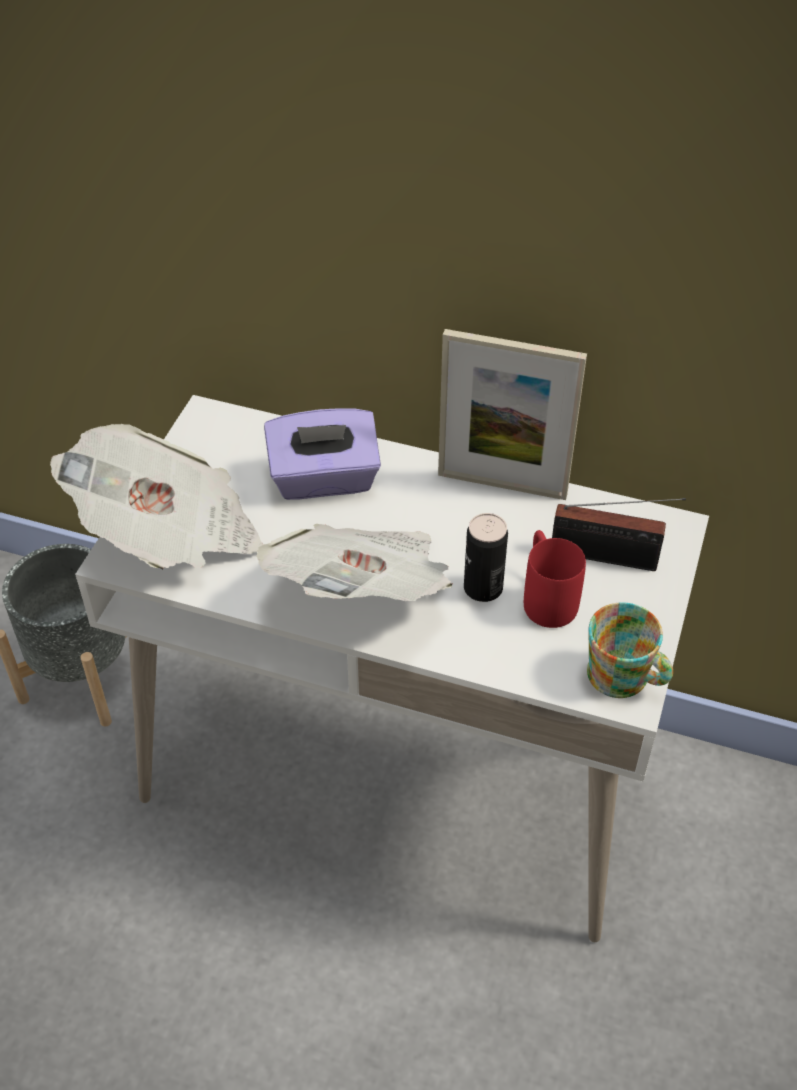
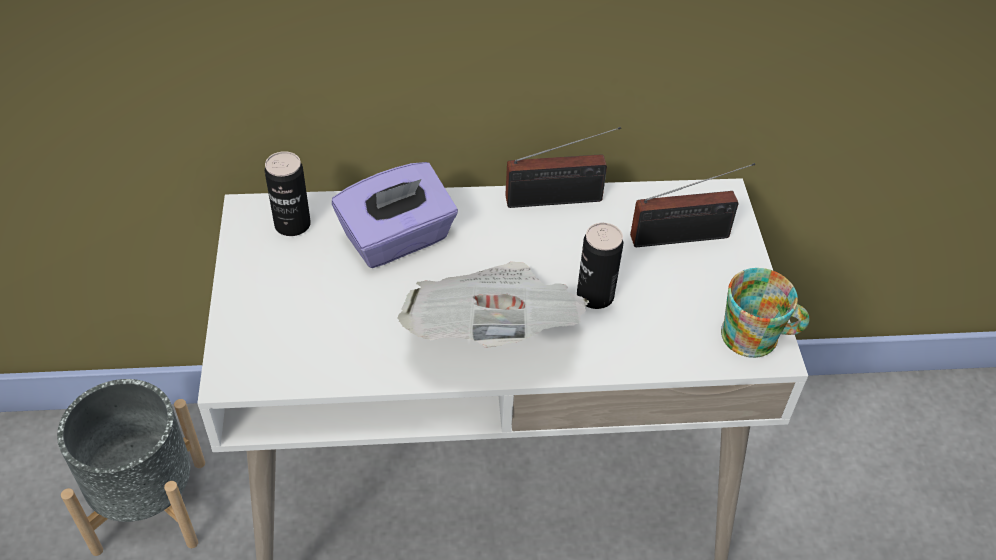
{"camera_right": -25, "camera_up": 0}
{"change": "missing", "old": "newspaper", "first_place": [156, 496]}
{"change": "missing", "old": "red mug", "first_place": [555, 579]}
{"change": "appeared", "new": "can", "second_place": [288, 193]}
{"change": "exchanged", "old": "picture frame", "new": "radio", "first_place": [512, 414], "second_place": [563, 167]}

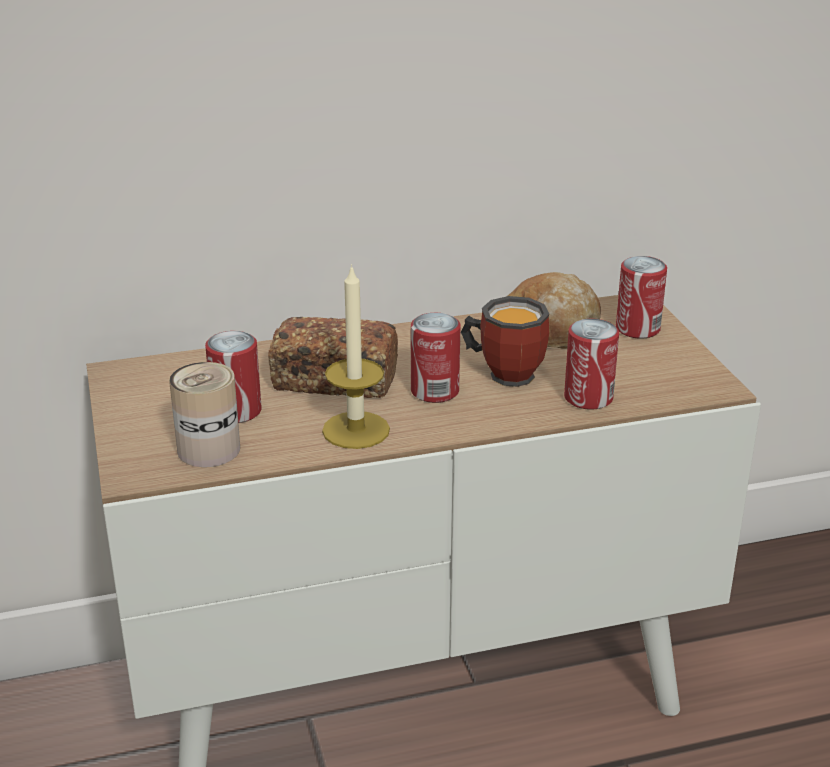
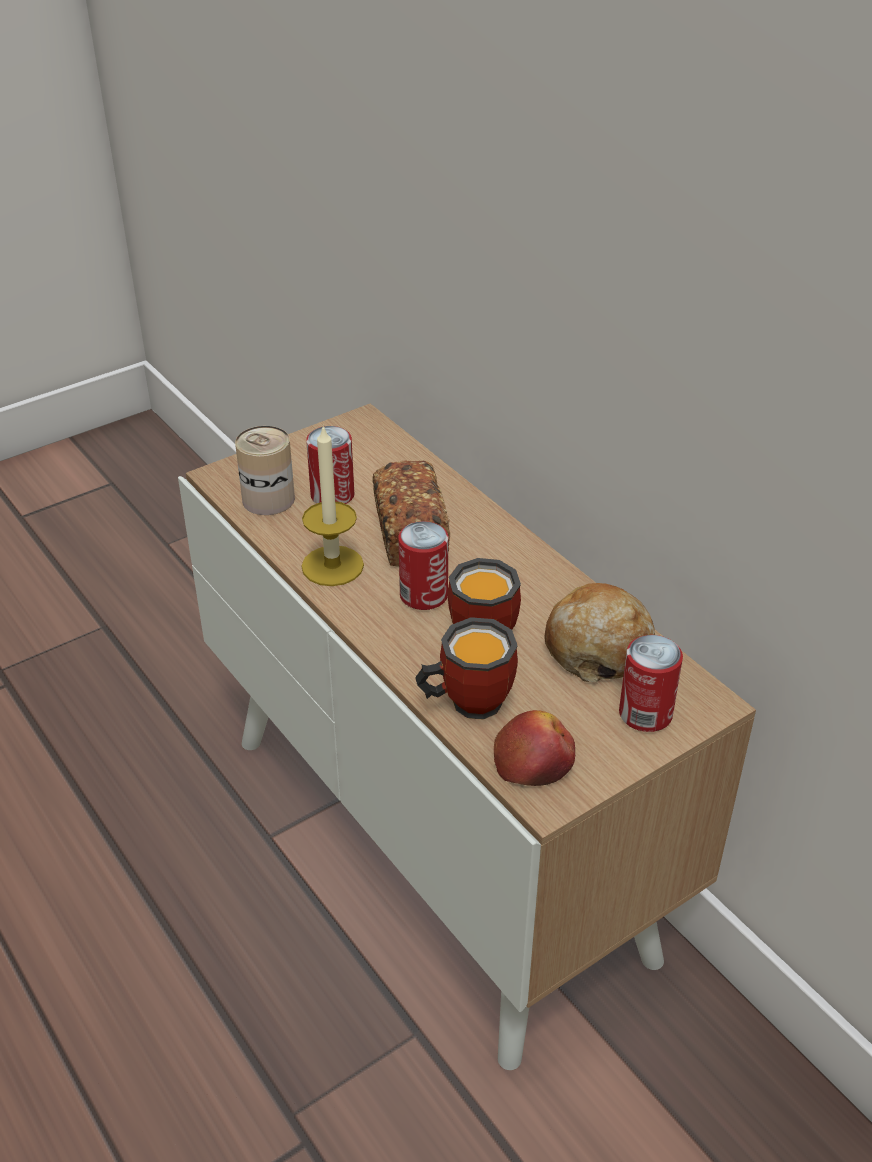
{"camera_right": 70, "camera_up": 10}
{"change": "appeared", "new": "apple", "second_place": [534, 748]}
{"change": "exchanged", "old": "can", "new": "mug", "first_place": [591, 364], "second_place": [466, 668]}

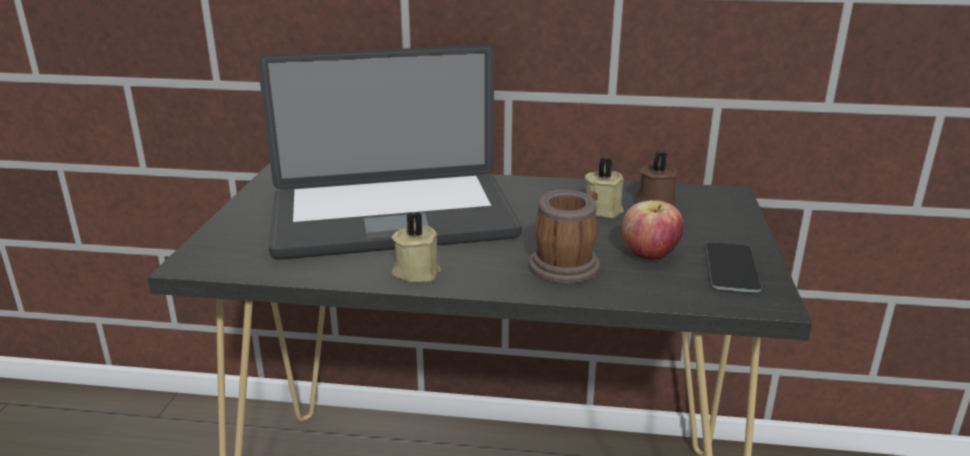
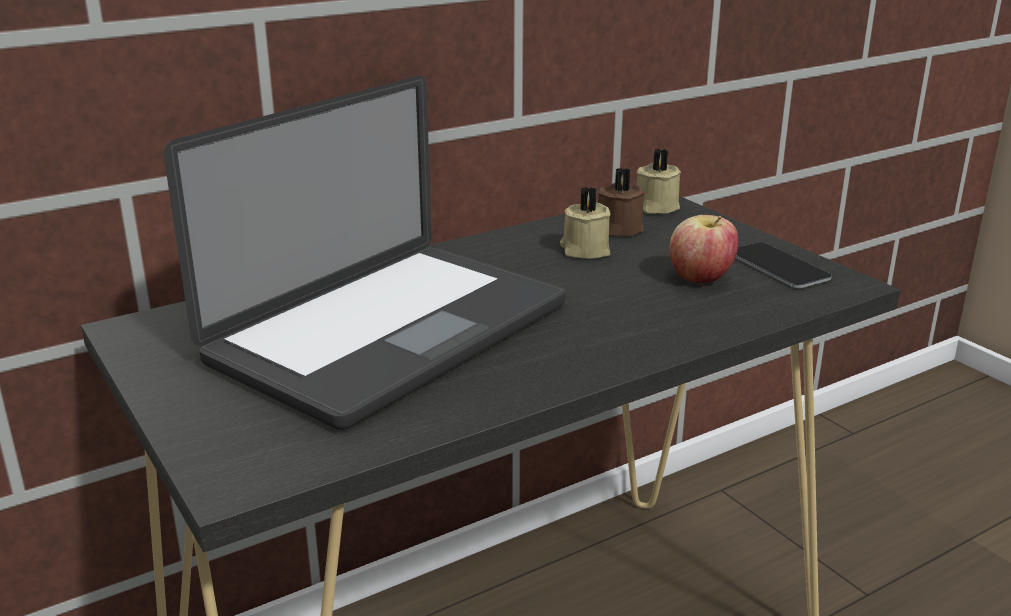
{"camera_right": -40, "camera_up": 0}
{"change": "missing", "old": "mug", "first_place": [564, 237]}
{"change": "relocated", "old": "beige candle", "first_place": [416, 247], "second_place": [659, 181]}

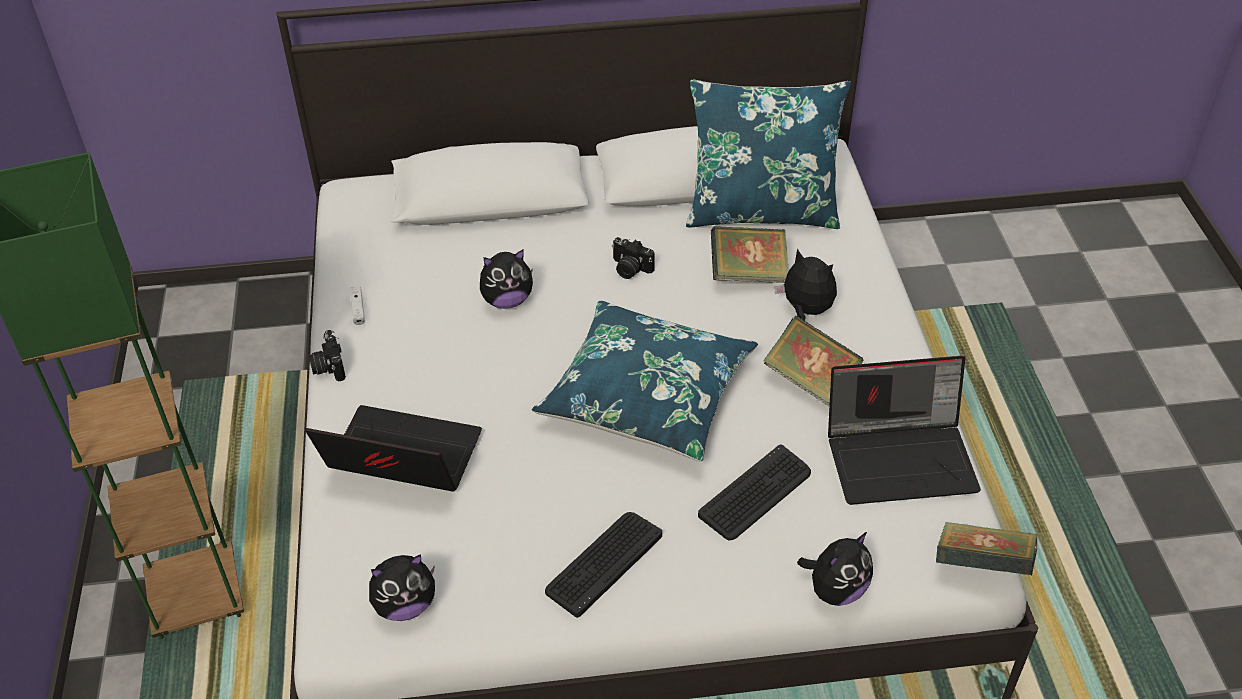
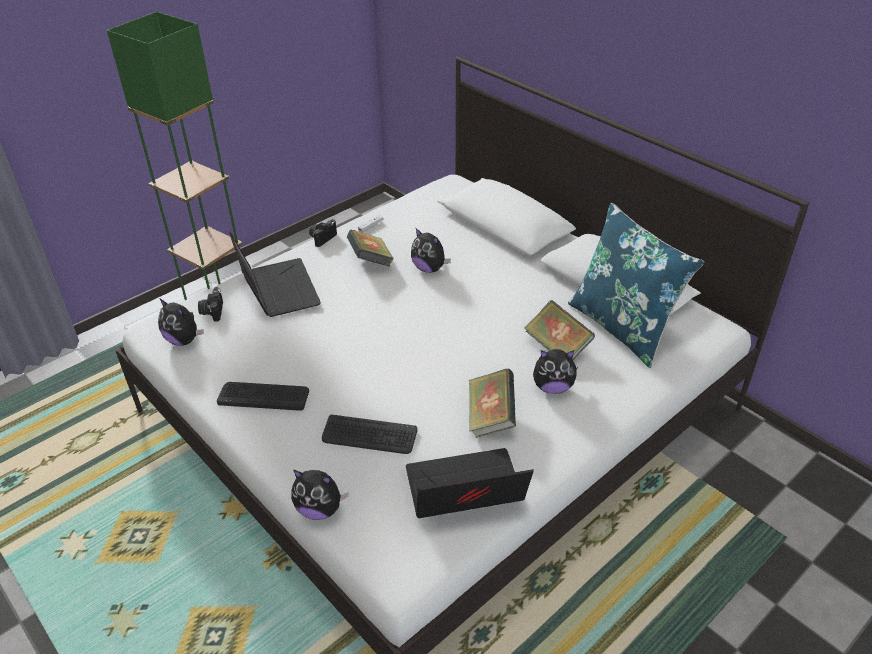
{"camera_right": 55, "camera_up": -5}
{"change": "missing", "old": "blue pillow", "first_place": [645, 381]}
{"change": "relocated", "old": "photo camera", "first_place": [633, 258], "second_place": [210, 304]}
{"change": "relocated", "old": "book", "first_place": [986, 549], "second_place": [370, 248]}
{"change": "spun", "old": "plush toy", "first_place": [805, 285], "second_place": [555, 371], "degrees": 90}
{"change": "spun", "old": "laptop", "first_place": [904, 430], "second_place": [470, 483], "degrees": 120}

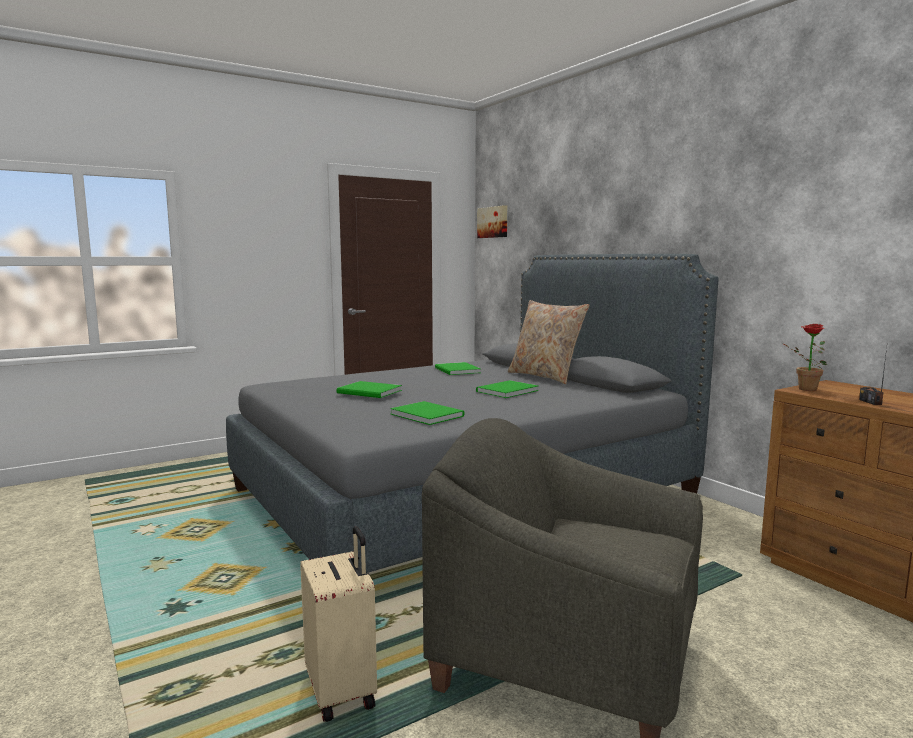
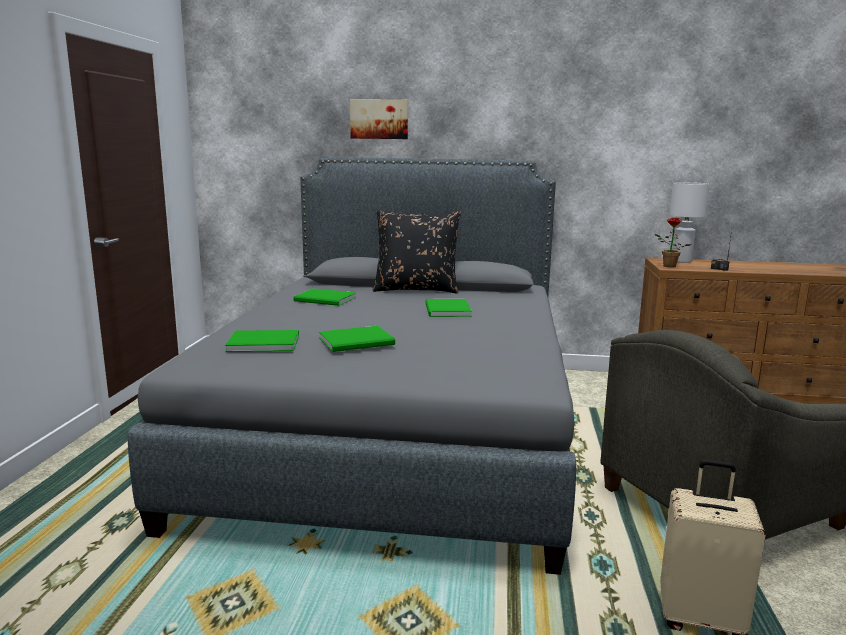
{"camera_right": -50, "camera_up": 5}
{"change": "appeared", "new": "white table lamp", "second_place": [689, 222]}
{"change": "relocated", "old": "green book", "first_place": [427, 413], "second_place": [262, 341]}
{"change": "relocated", "old": "picture", "first_place": [492, 221], "second_place": [379, 119]}
{"change": "colour", "old": "beige pillow", "new": "black pillow", "first_place": [549, 342], "second_place": [417, 252]}

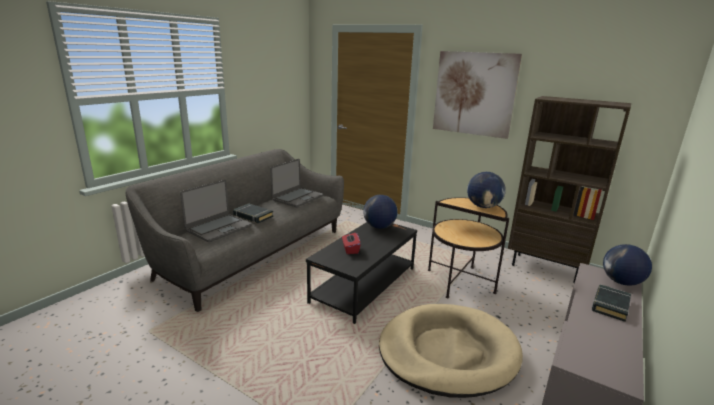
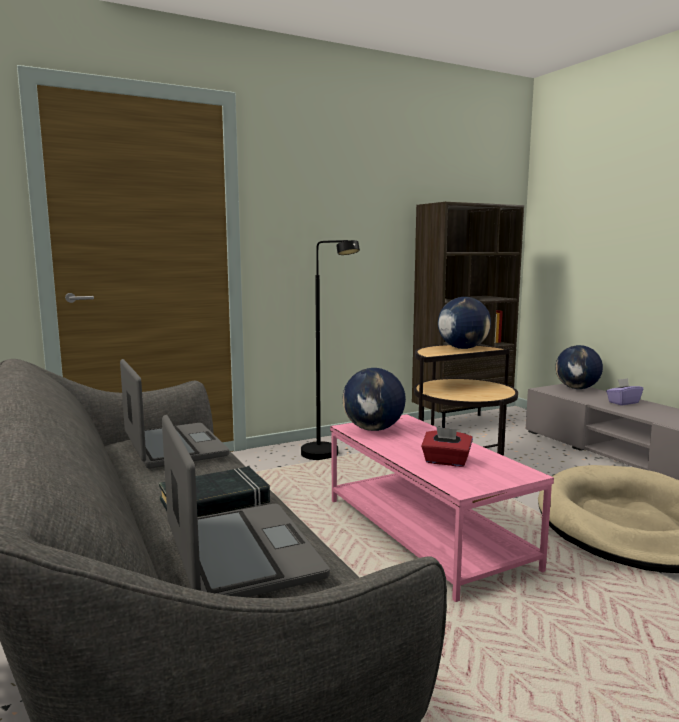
{"camera_right": -60, "camera_up": -10}
{"change": "missing", "old": "picture", "first_place": [477, 95]}
{"change": "appeared", "new": "black floor lamp", "second_place": [330, 350]}
{"change": "exchanged", "old": "black book", "new": "purple tissue box", "first_place": [611, 303], "second_place": [624, 391]}
{"change": "colour", "old": "black coffee table", "new": "pink coffee table", "first_place": [361, 273], "second_place": [442, 508]}

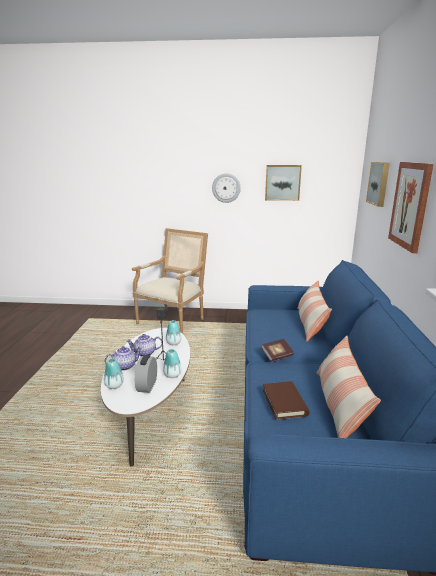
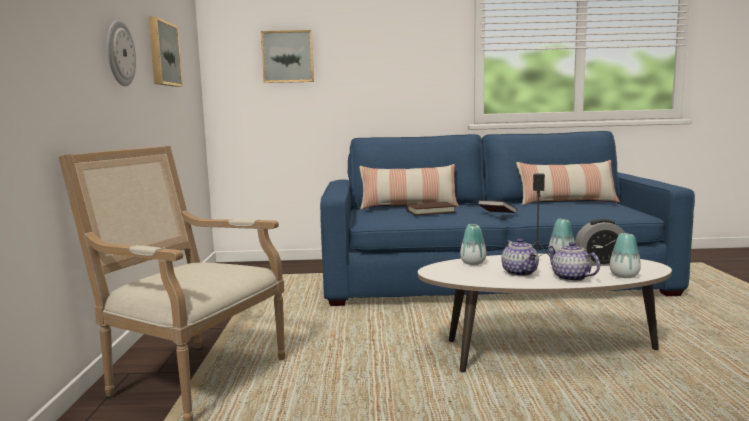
{"camera_right": -95, "camera_up": -10}
{"change": "missing", "old": "picture", "first_place": [411, 207]}
{"change": "relocated", "old": "brown book", "first_place": [286, 400], "second_place": [431, 208]}

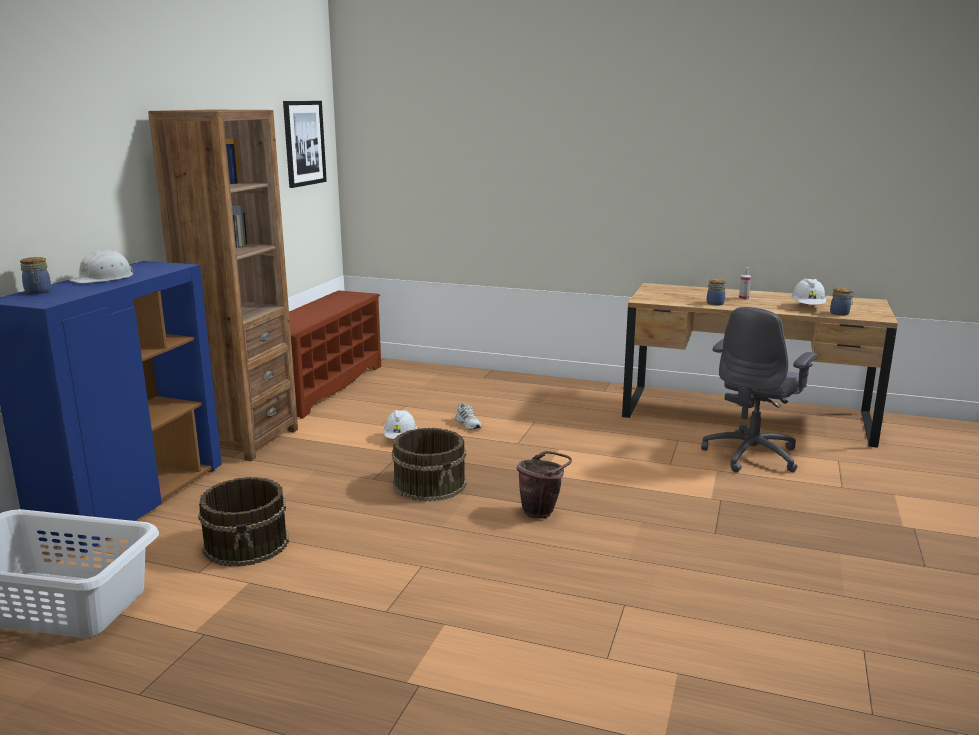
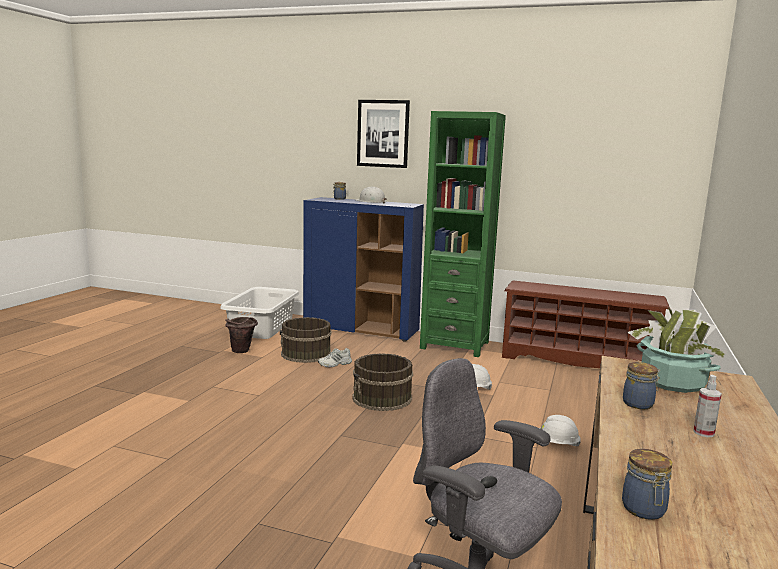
{"camera_right": 90, "camera_up": -5}
{"change": "appeared", "new": "potted plant", "second_place": [677, 350]}
{"change": "relocated", "old": "picture", "first_place": [305, 144], "second_place": [383, 134]}
{"change": "relocated", "old": "white shoe", "first_place": [468, 416], "second_place": [335, 357]}
{"change": "relocated", "old": "brown bucket", "first_place": [544, 485], "second_place": [242, 335]}
{"change": "relocated", "old": "white hard hat", "first_place": [808, 292], "second_place": [560, 430]}
{"change": "colour", "old": "brown bookcase", "new": "green bookcase", "first_place": [223, 285], "second_place": [463, 234]}

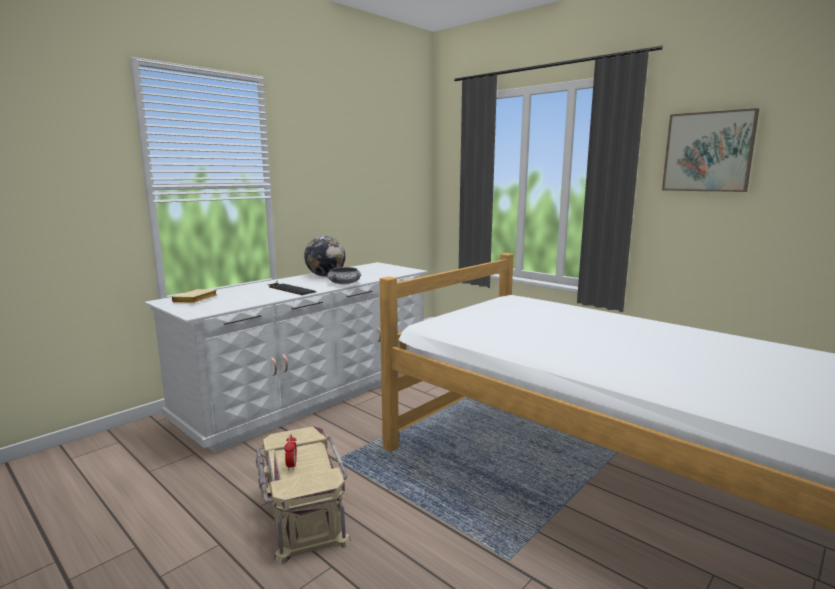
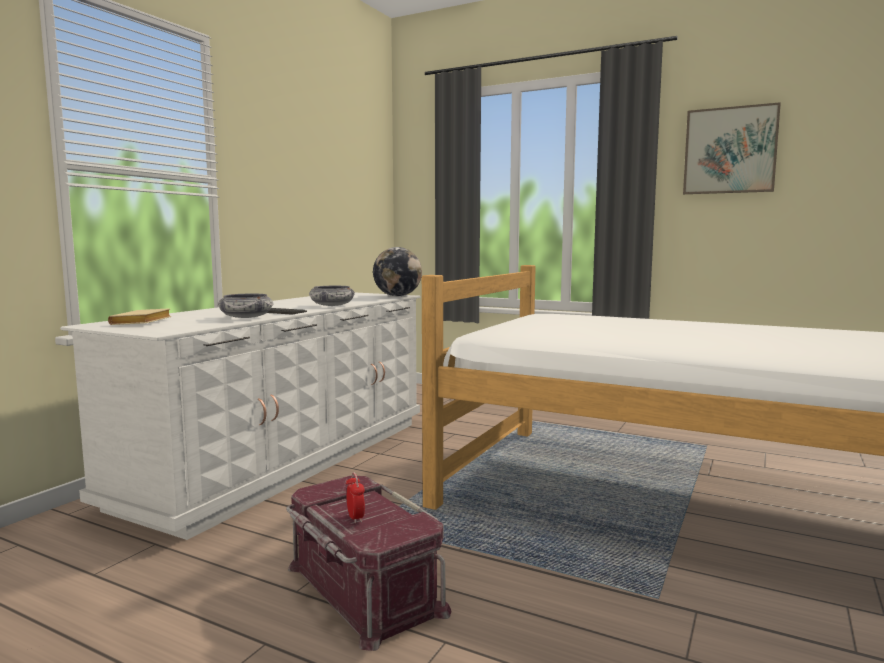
{"camera_right": -15, "camera_up": -5}
{"change": "appeared", "new": "bowl", "second_place": [245, 306]}
{"change": "relocated", "old": "globe", "first_place": [324, 256], "second_place": [397, 271]}
{"change": "colour", "old": "beige storage box", "new": "red storage box", "first_place": [303, 495], "second_place": [368, 563]}

